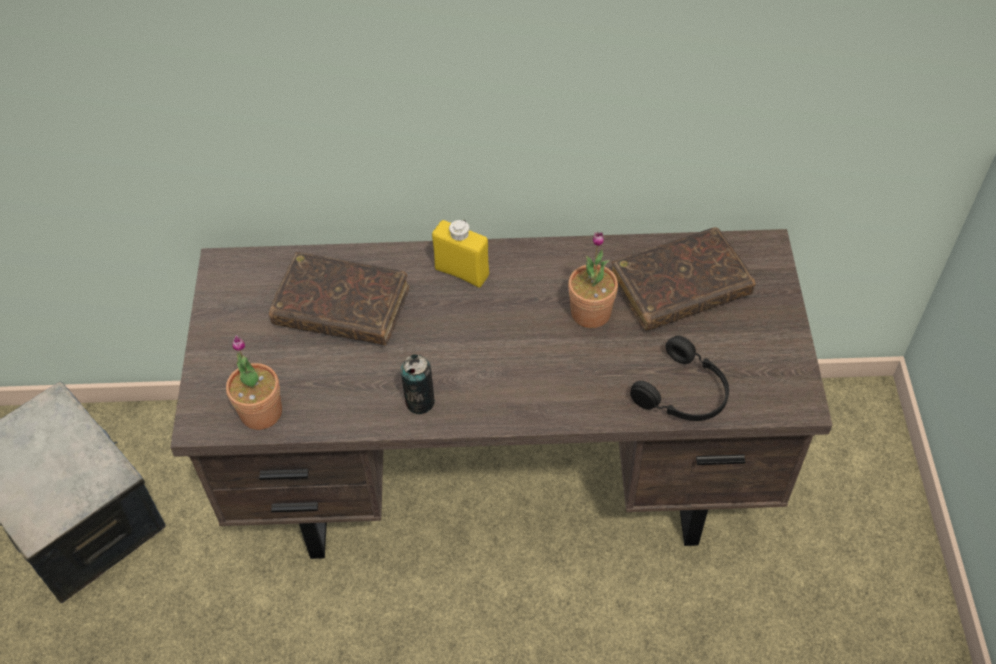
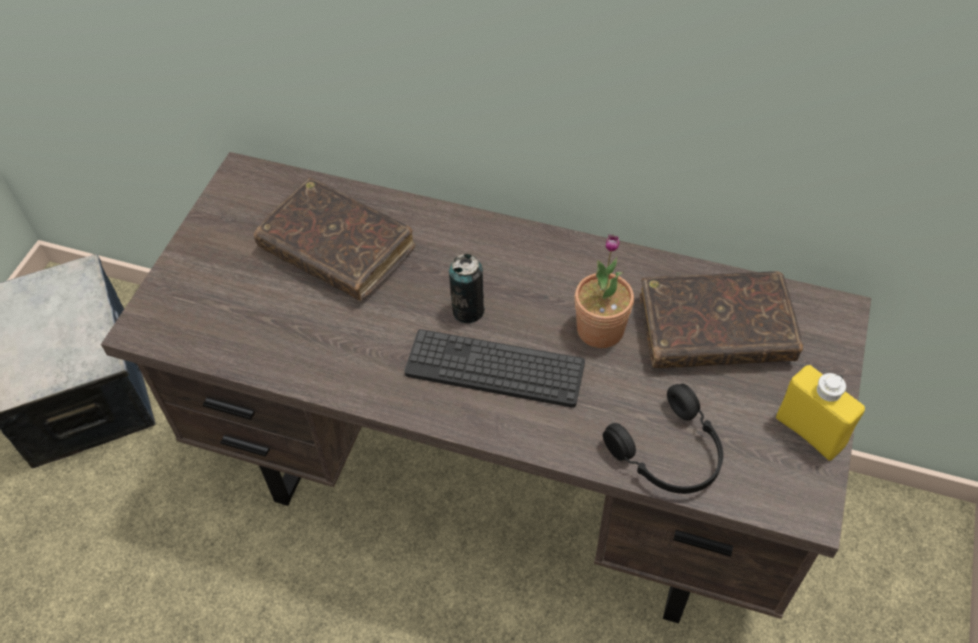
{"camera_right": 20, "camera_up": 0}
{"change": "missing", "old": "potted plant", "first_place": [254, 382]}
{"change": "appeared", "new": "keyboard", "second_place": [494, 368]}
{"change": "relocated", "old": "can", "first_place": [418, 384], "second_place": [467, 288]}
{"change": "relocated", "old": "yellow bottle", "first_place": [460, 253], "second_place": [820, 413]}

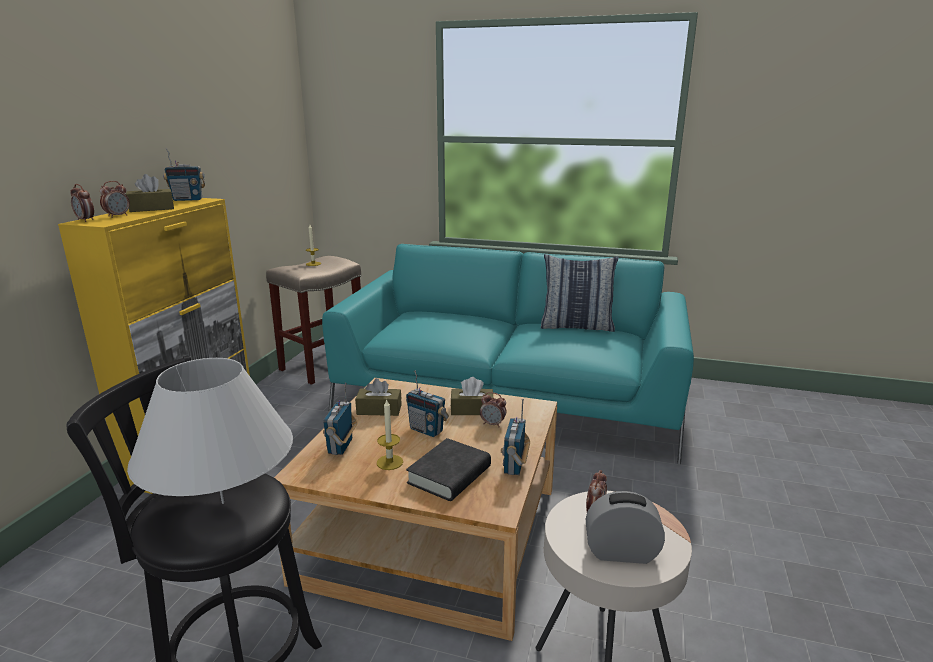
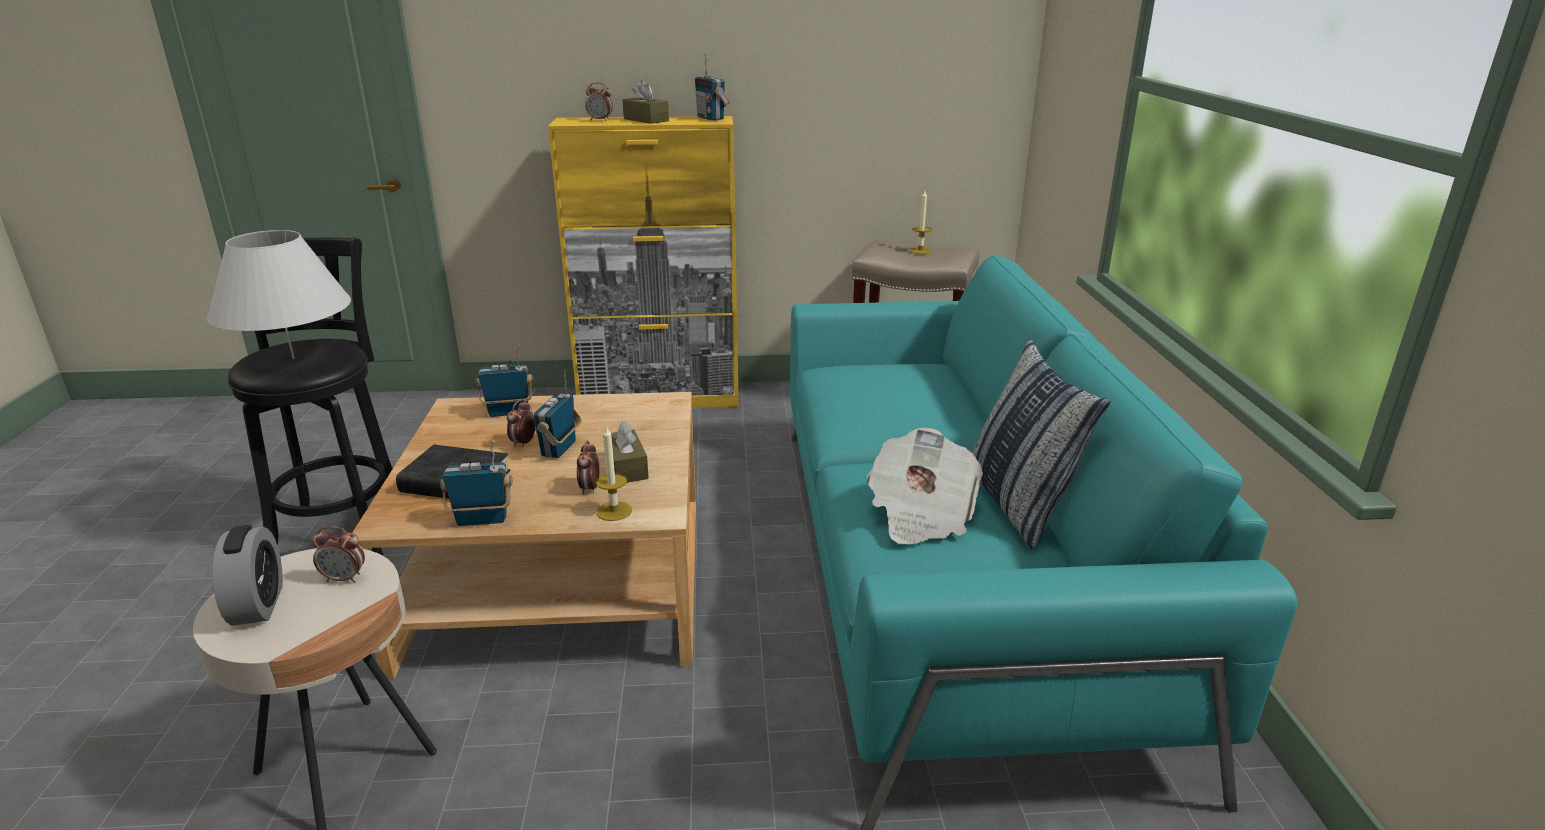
{"camera_right": 70, "camera_up": 5}
{"change": "missing", "old": "brown tissue box", "first_place": [378, 397]}
{"change": "appeared", "new": "newspaper", "second_place": [925, 486]}
{"change": "relocated", "old": "alarm clock", "first_place": [82, 203], "second_place": [521, 423]}
{"change": "relocated", "old": "candle", "first_place": [390, 434], "second_place": [614, 473]}

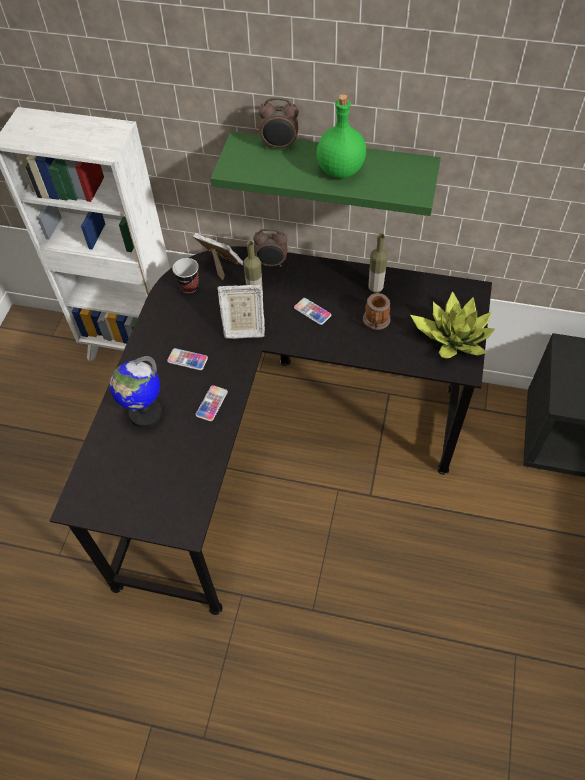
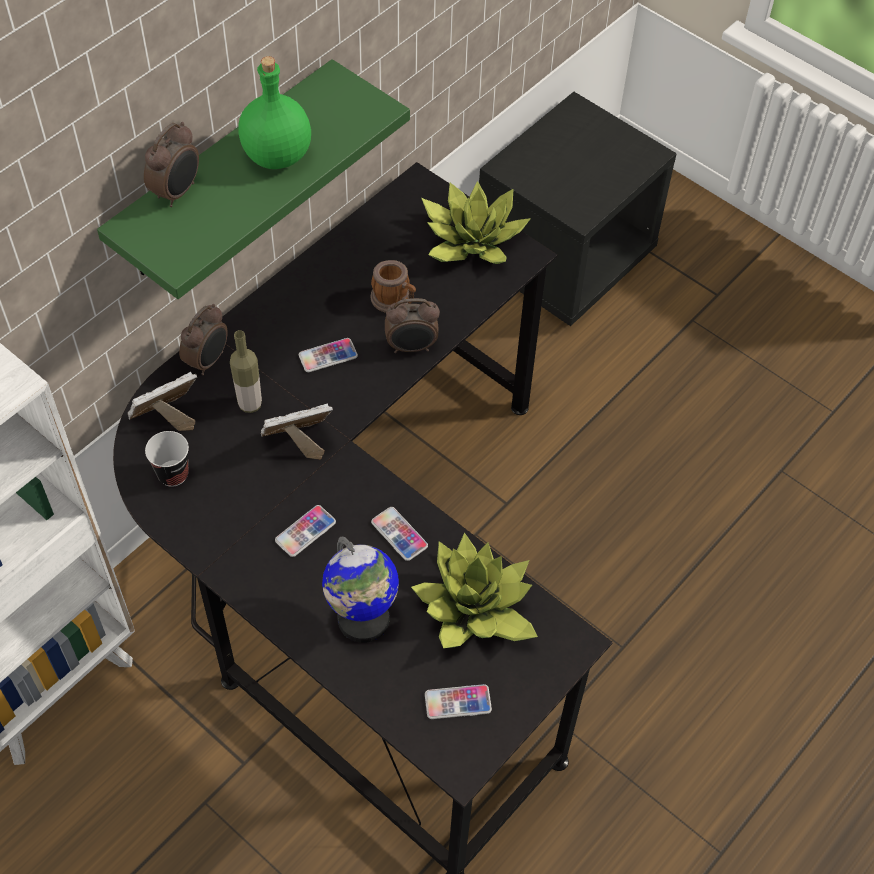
{"camera_right": -65, "camera_up": 0}
{"change": "missing", "old": "bottle", "first_place": [378, 263]}
{"change": "appeared", "new": "alarm clock", "second_place": [412, 325]}
{"change": "appeared", "new": "potted plant", "second_place": [474, 590]}
{"change": "appeared", "new": "phone", "second_place": [458, 701]}
{"change": "spun", "old": "picture frame", "first_place": [241, 312], "second_place": [297, 432], "degrees": -135}

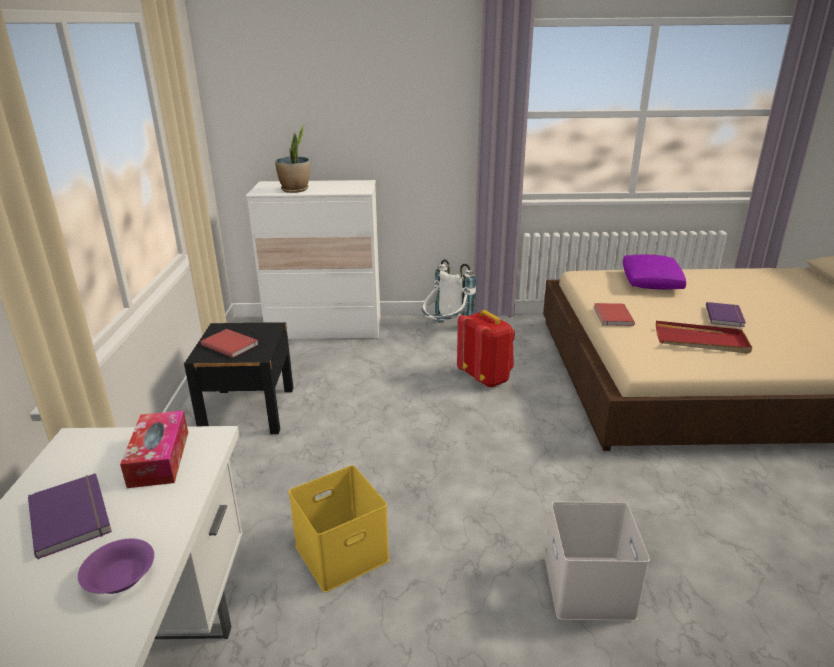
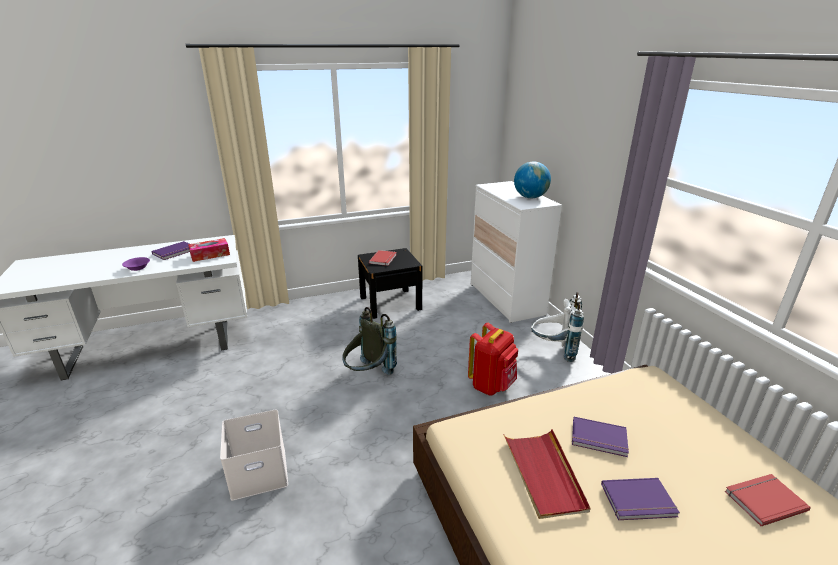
{"camera_right": 70, "camera_up": 0}
{"change": "missing", "old": "potted plant", "first_place": [292, 159]}
{"change": "missing", "old": "yellow storage box", "first_place": [339, 528]}
{"change": "missing", "old": "purple pillow", "first_place": [654, 271]}
{"change": "appeared", "new": "grey backpack", "second_place": [369, 341]}
{"change": "appeared", "new": "globe", "second_place": [532, 179]}
{"change": "appeared", "new": "purple book", "second_place": [600, 437]}
{"change": "relocated", "old": "red book", "first_place": [614, 314], "second_place": [768, 500]}

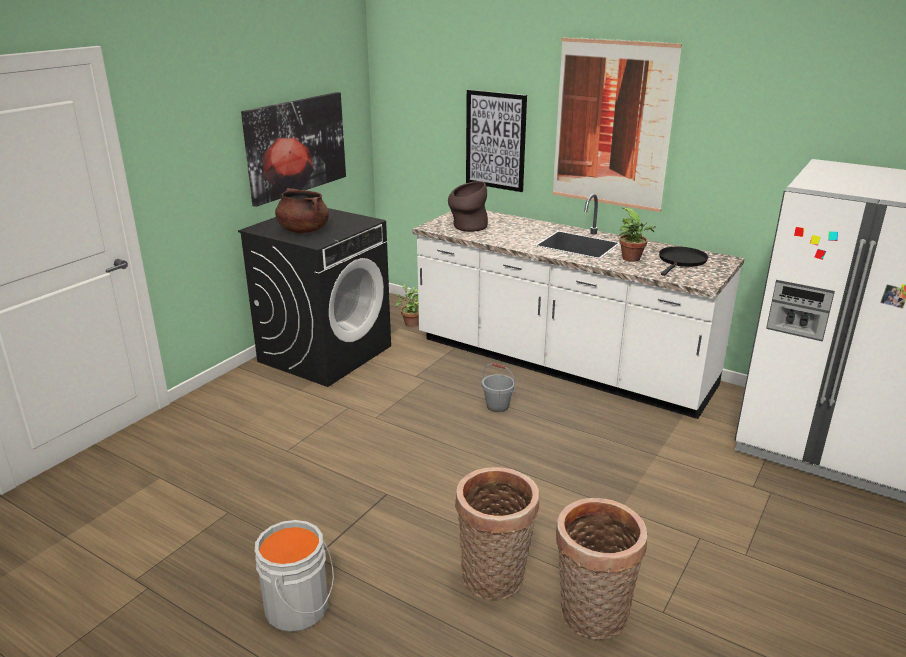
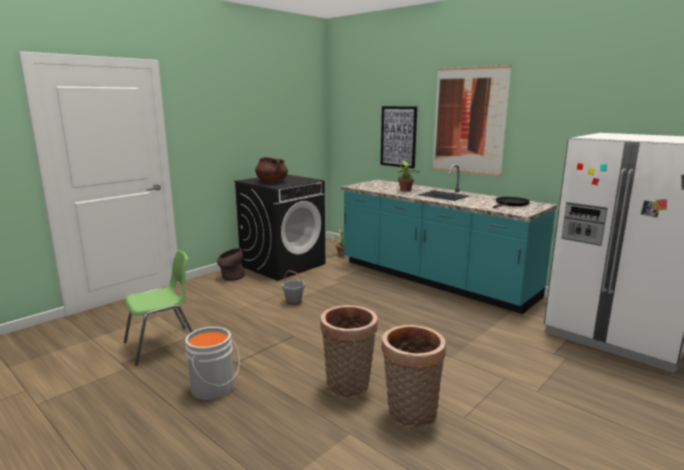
{"camera_right": 10, "camera_up": -10}
{"change": "missing", "old": "picture", "first_place": [293, 149]}
{"change": "appeared", "new": "green chair", "second_place": [158, 308]}
{"change": "relocated", "old": "brown vase", "first_place": [468, 206], "second_place": [231, 264]}
{"change": "relocated", "old": "grey bucket", "first_place": [498, 387], "second_place": [293, 287]}
{"change": "relocated", "old": "potted plant", "first_place": [637, 234], "second_place": [408, 176]}
{"change": "colour", "old": "white counter", "new": "turquoise counter", "first_place": [578, 306], "second_place": [449, 239]}

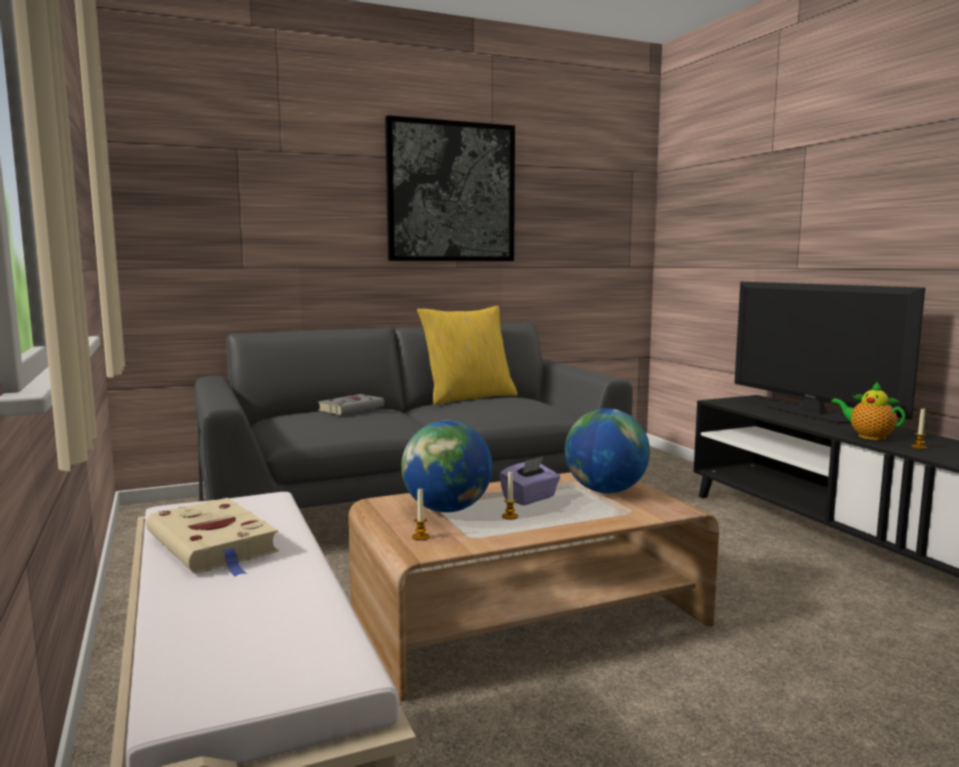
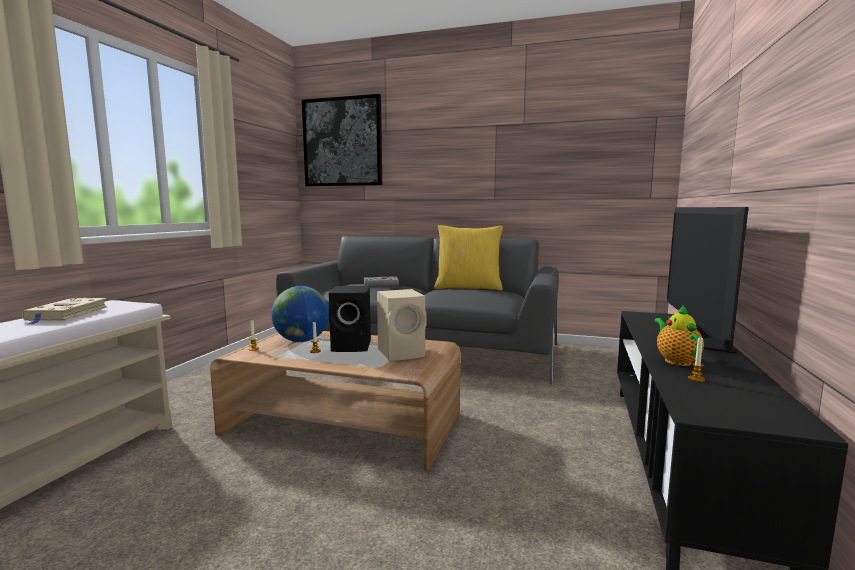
{"camera_right": 40, "camera_up": 0}
{"change": "relocated", "old": "picture", "first_place": [450, 188], "second_place": [342, 140]}
{"change": "exchanged", "old": "purple tissue box", "new": "black speaker", "first_place": [529, 481], "second_place": [350, 319]}
{"change": "exchanged", "old": "globe", "new": "beige speaker", "first_place": [607, 450], "second_place": [401, 325]}

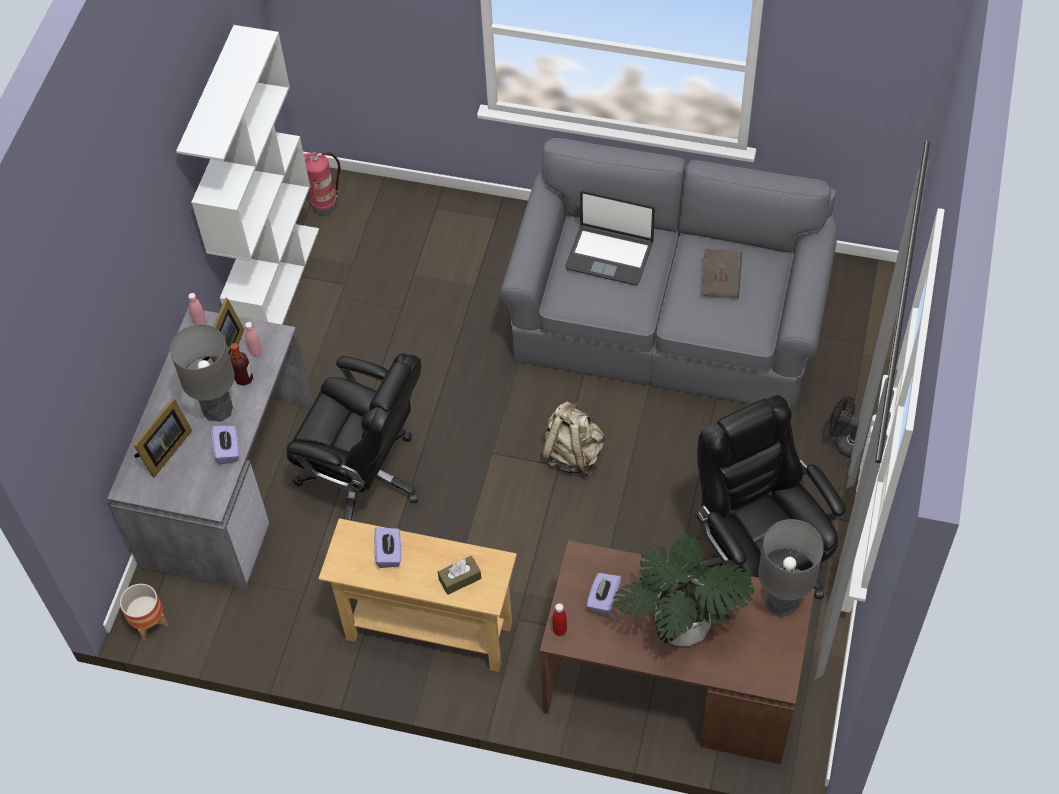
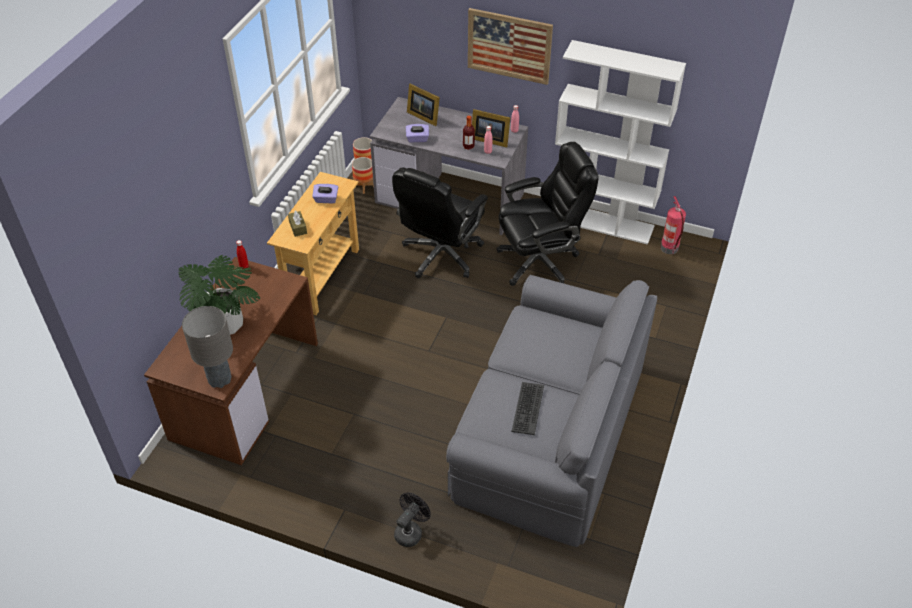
{"camera_right": 95, "camera_up": -10}
{"change": "missing", "old": "grey table lamp", "first_place": [202, 373]}
{"change": "missing", "old": "beige backpack", "first_place": [573, 439]}
{"change": "missing", "old": "laptop", "first_place": [610, 237]}
{"change": "missing", "old": "purple tissue box", "first_place": [603, 594]}
{"change": "appeared", "new": "planter", "second_place": [363, 175]}
{"change": "appeared", "new": "picture", "second_place": [510, 46]}
{"change": "relocated", "old": "black office chair", "first_place": [770, 497], "second_place": [548, 214]}
{"change": "exchanged", "old": "brown book", "new": "keyboard", "first_place": [721, 273], "second_place": [527, 408]}

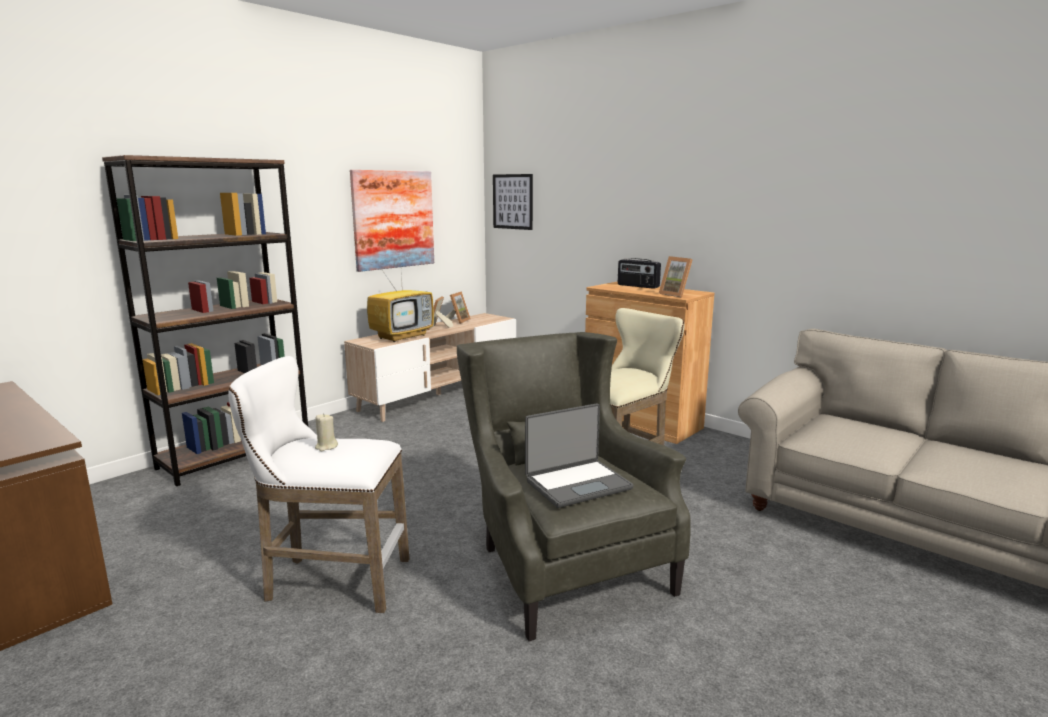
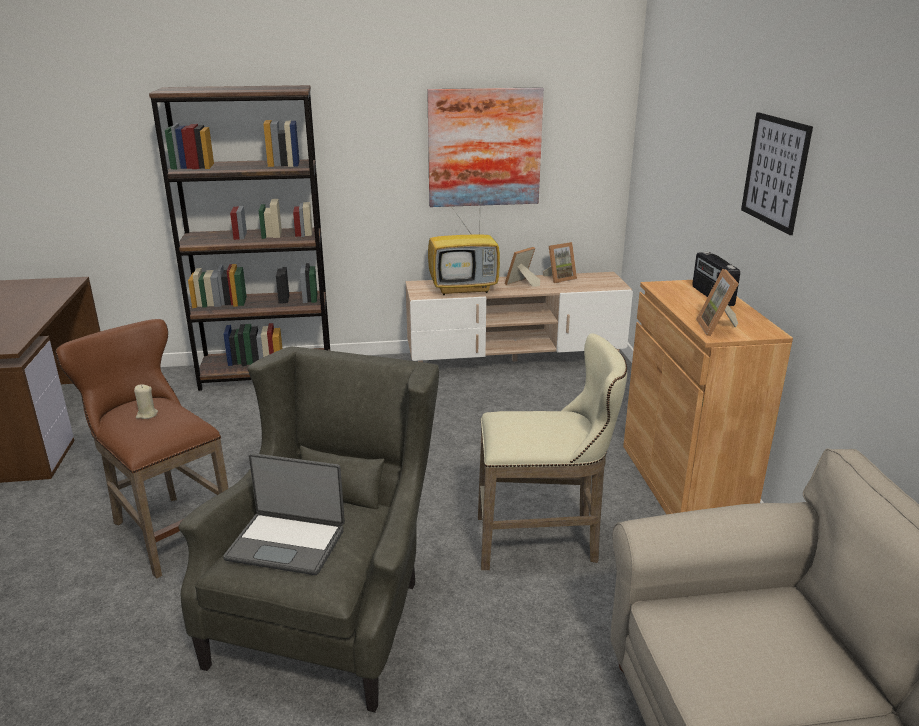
{"camera_right": 40, "camera_up": 10}
{"change": "relocated", "old": "picture", "first_place": [513, 202], "second_place": [777, 173]}
{"change": "colour", "old": "white stool", "new": "brown stool", "first_place": [319, 484], "second_place": [142, 449]}

